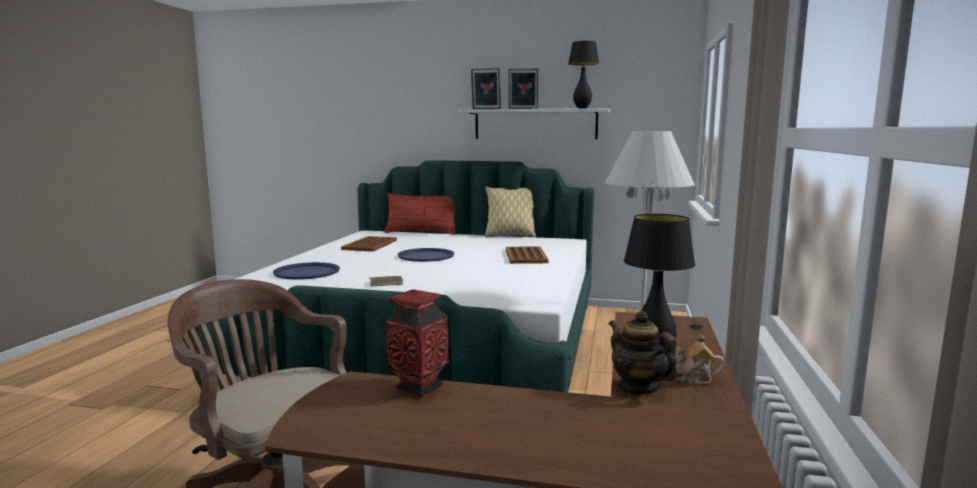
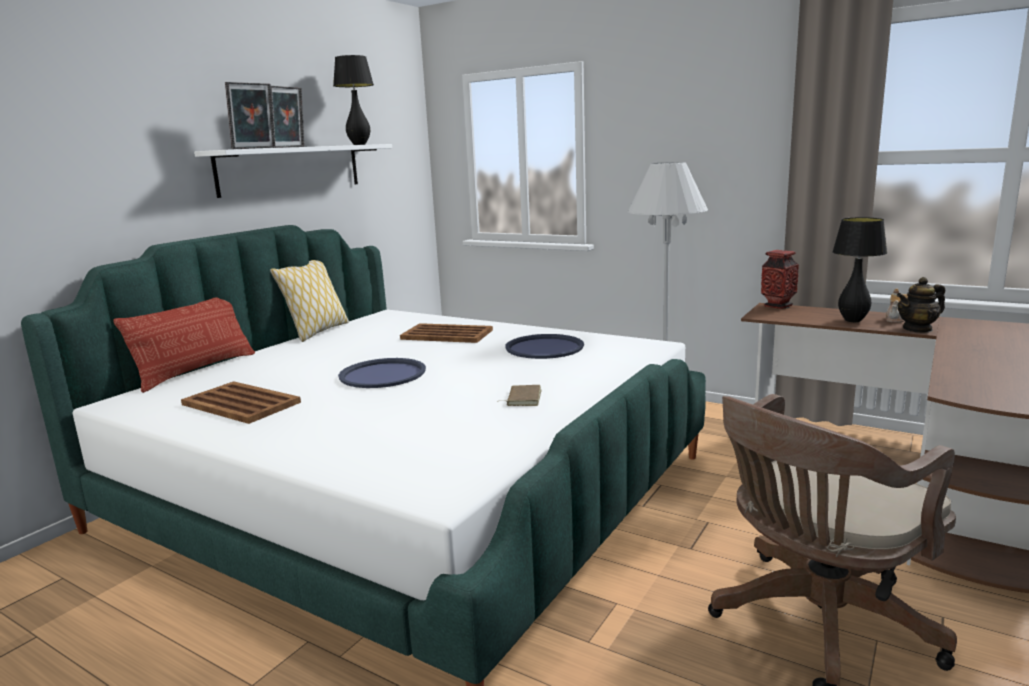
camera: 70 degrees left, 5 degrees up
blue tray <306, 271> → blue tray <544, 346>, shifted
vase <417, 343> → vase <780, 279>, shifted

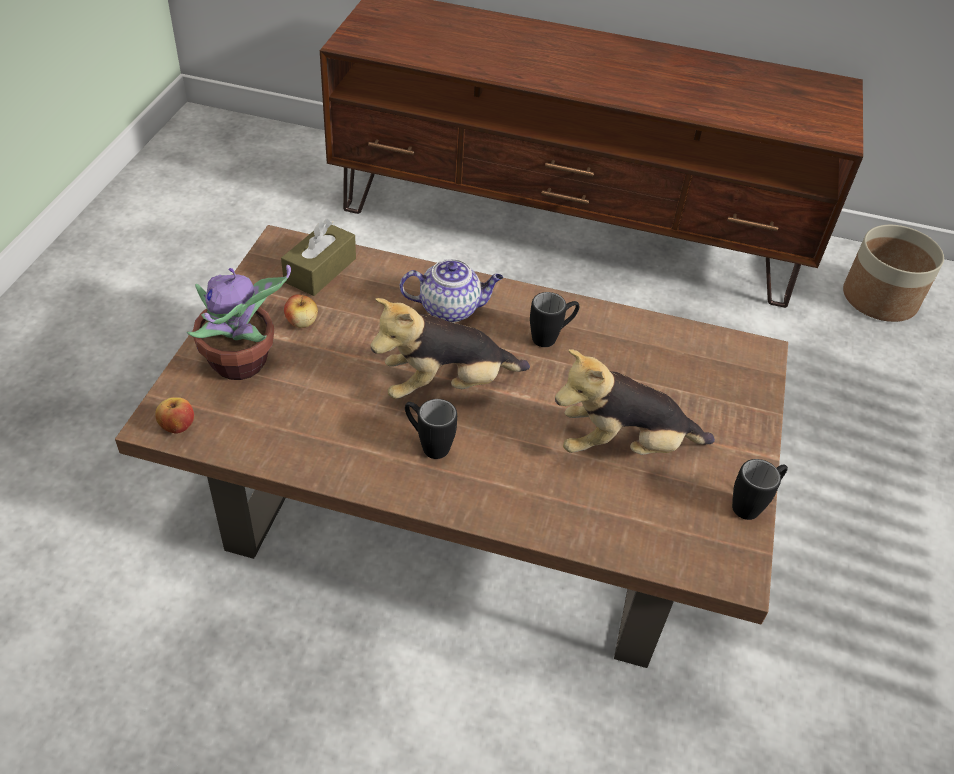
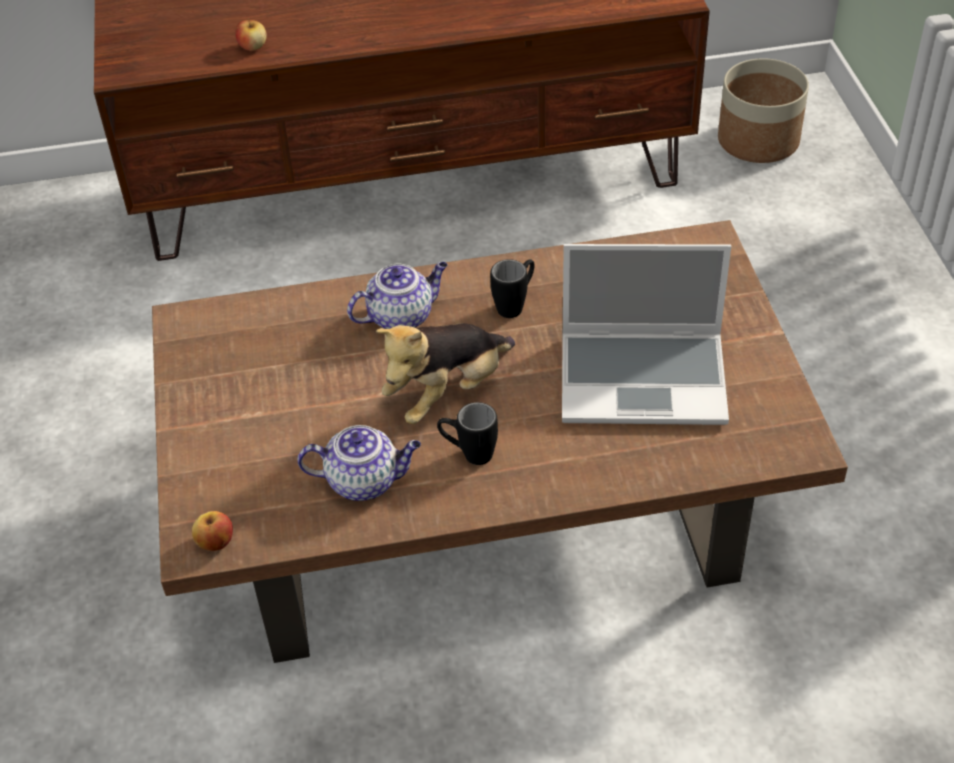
camera: 20 degrees left, 0 degrees up
apple <301, 311> → apple <251, 34>, shifted
- → teapot <359, 463>
plush toy <635, 402> → laptop <646, 334>
potted plant <239, 322> → -
brown tissue box <318, 257> → -
black mug <760, 489> → -

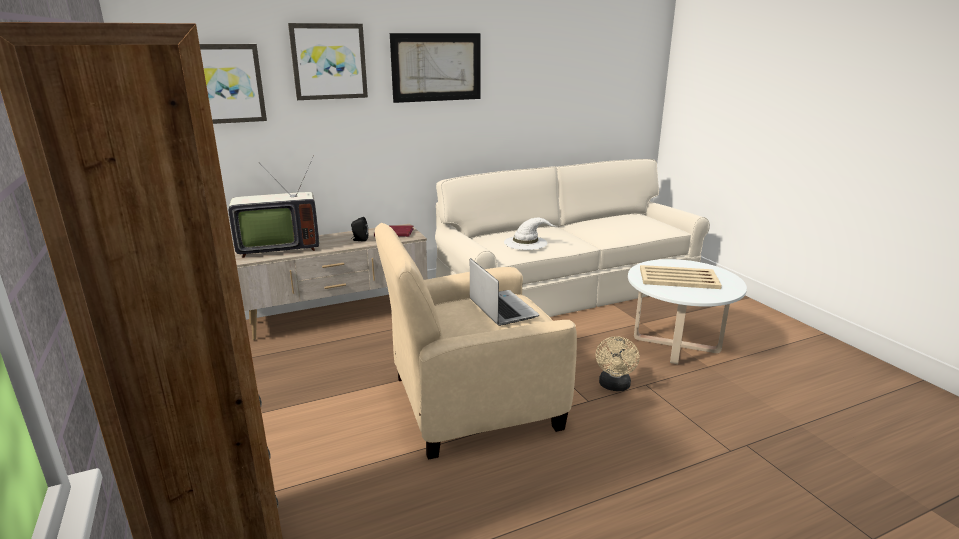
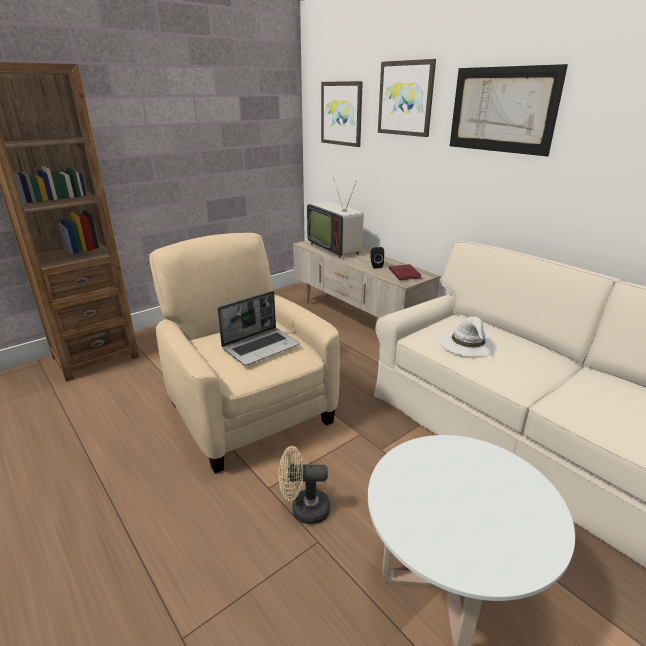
camera: 75 degrees right, 5 degrees up
beige tray <681, 277> → -

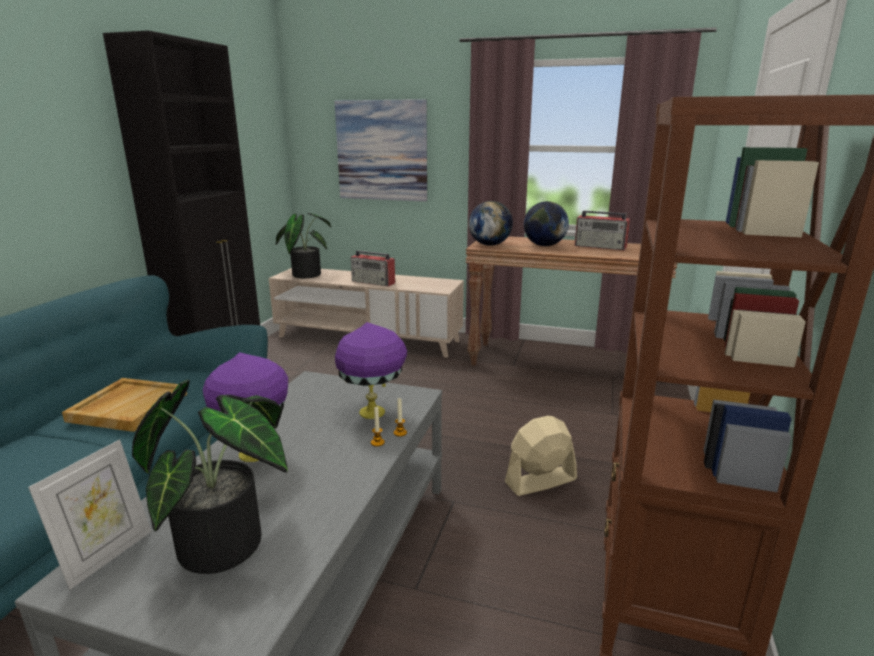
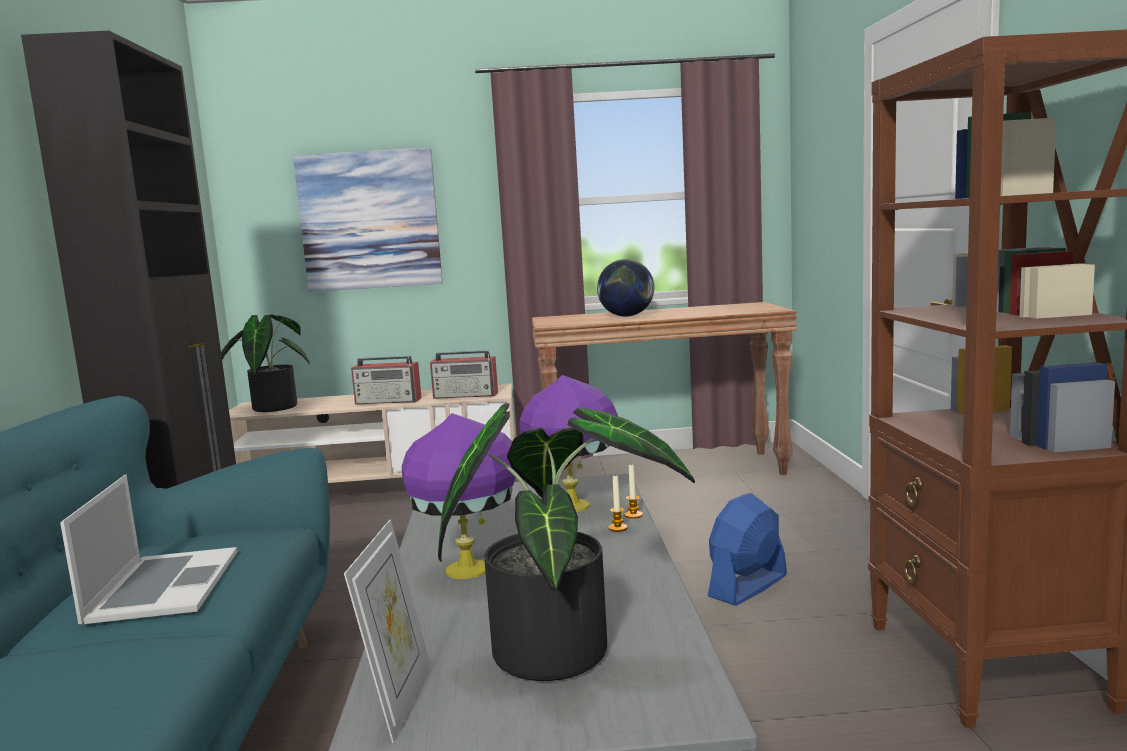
camera: 20 degrees left, 10 degrees down
beige tray <124, 405> → laptop <148, 549>
radio <602, 231> → radio <464, 374>, shifted
beige fan <541, 456> → blue fan <747, 549>
globe <491, 223> → -

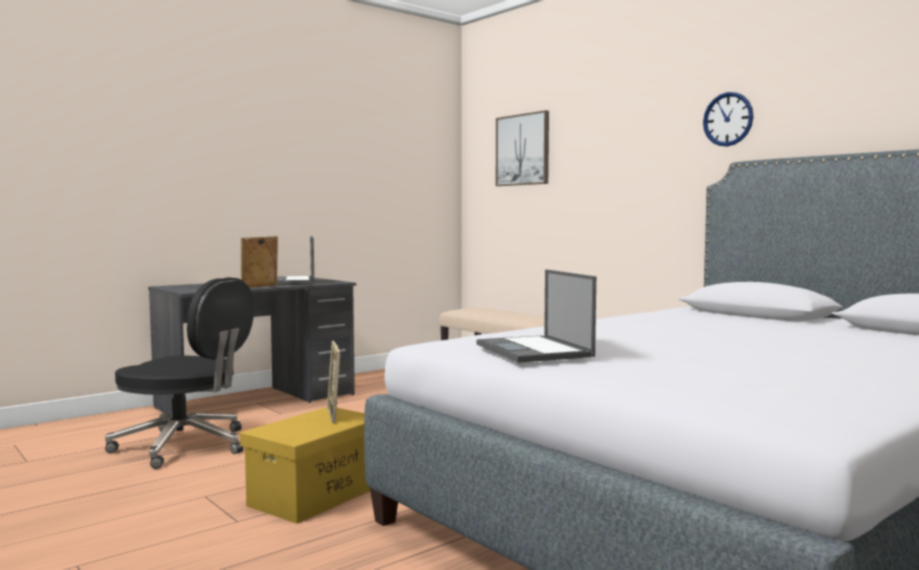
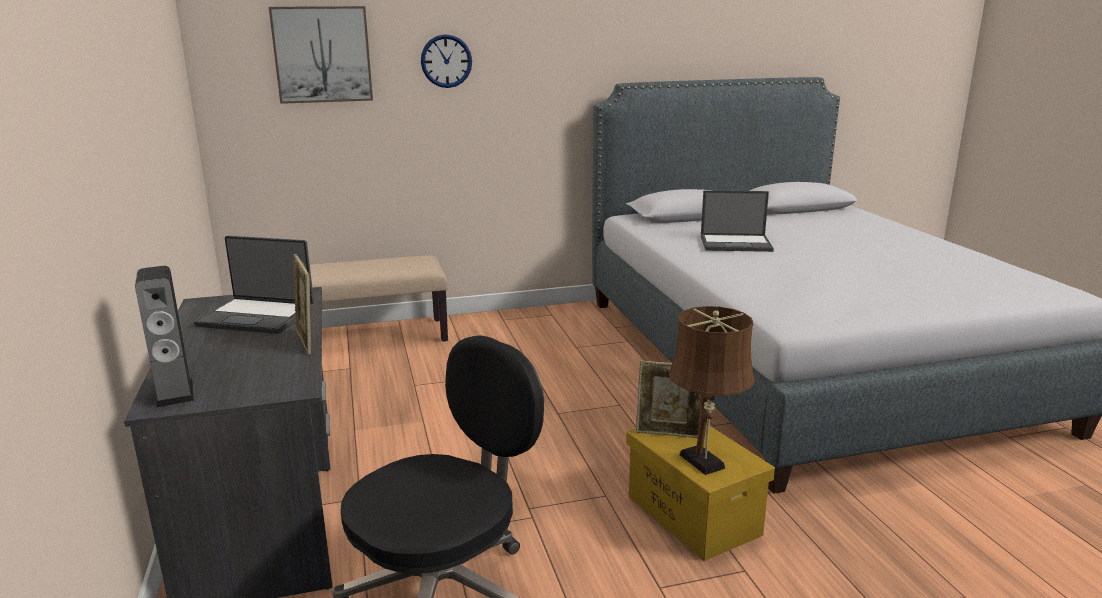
camera: 65 degrees left, 15 degrees up
- → speaker <164, 337>
wall clock <728, 119> → wall clock <446, 61>, shifted
- → brown table lamp <712, 390>
laptop <536, 316> → laptop <737, 221>, shifted

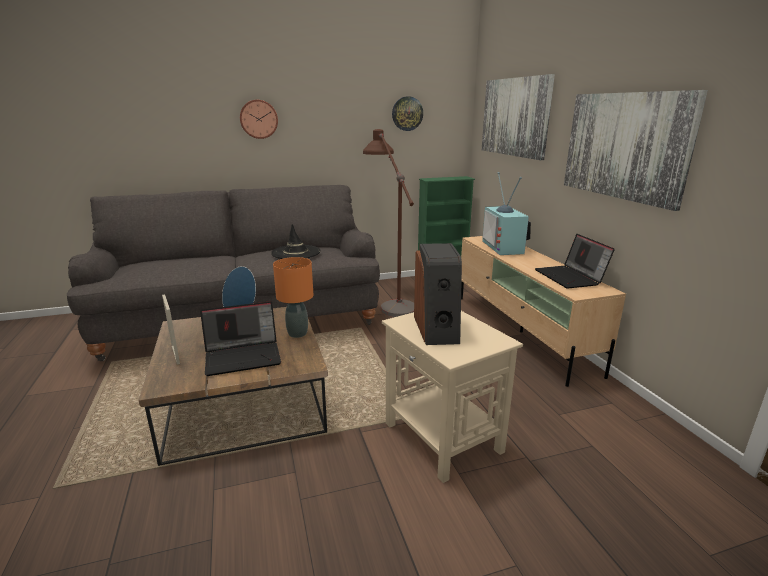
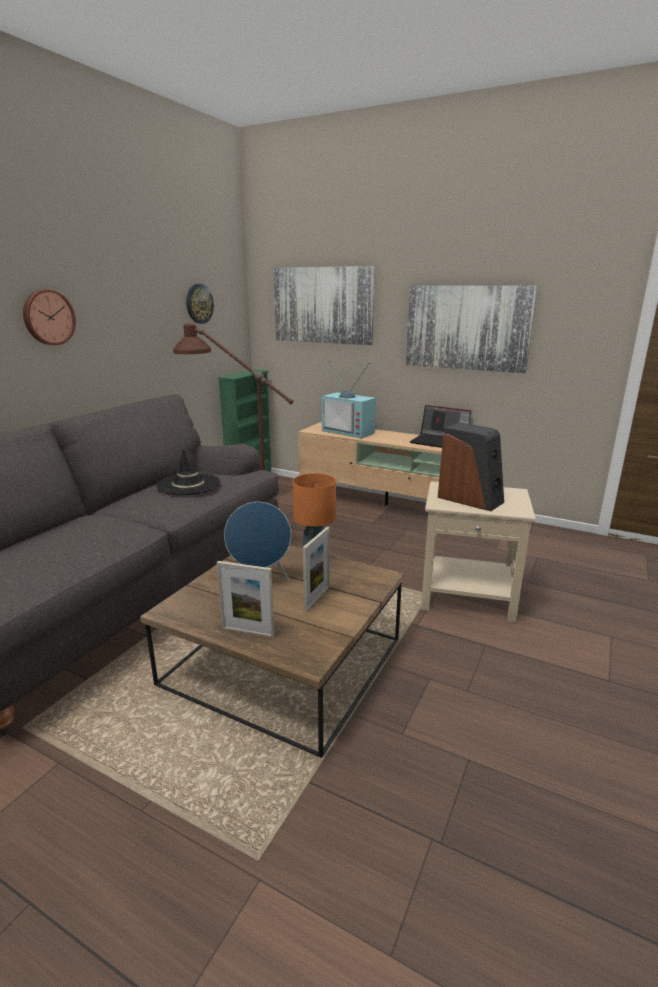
camera: 45 degrees left, 0 degrees up
laptop <240, 338> → picture frame <316, 569>

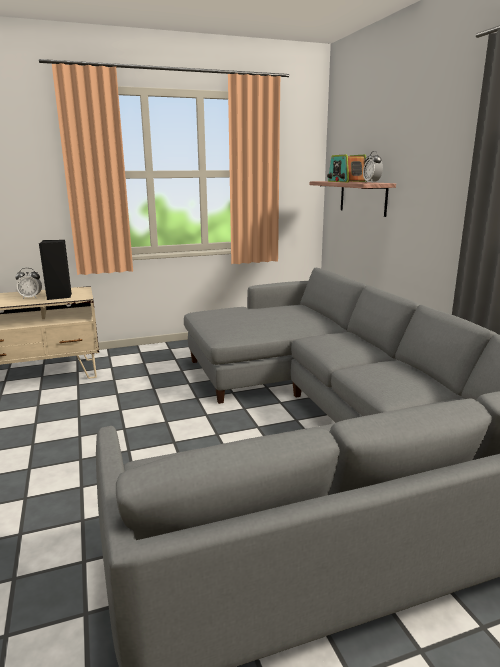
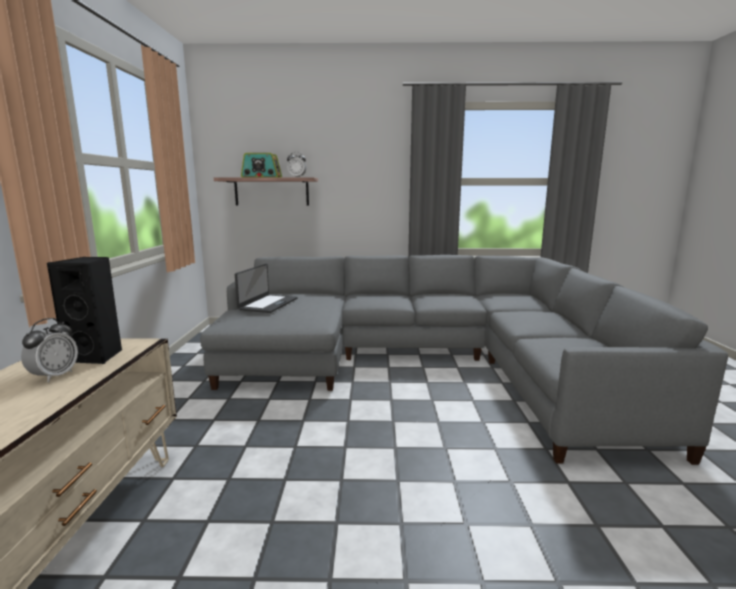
camera: 70 degrees left, 5 degrees down
- → laptop <266, 288>

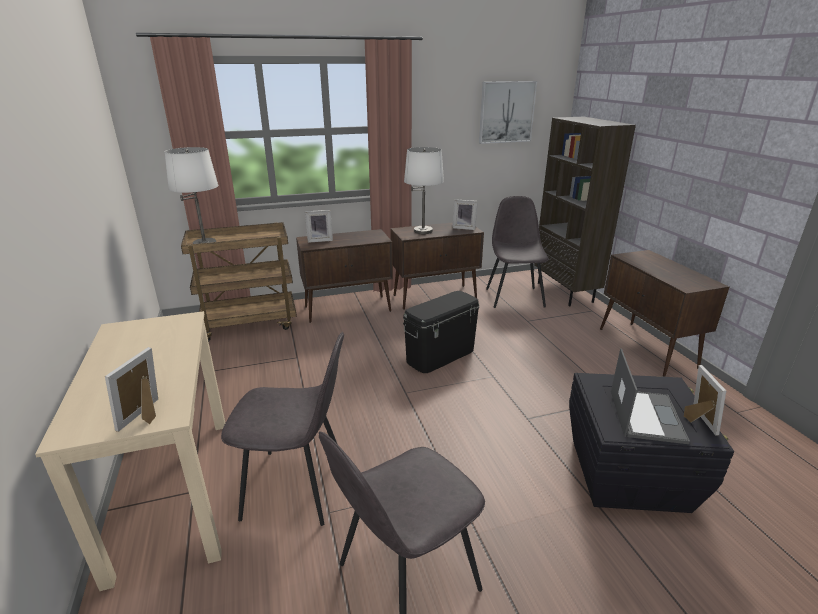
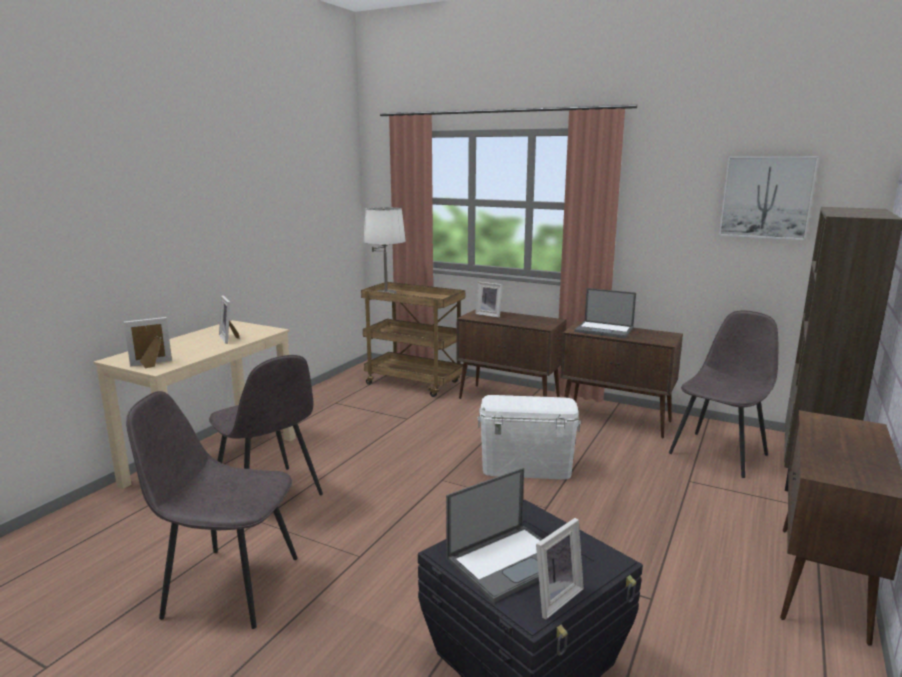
camera: 45 degrees right, 10 degrees down
picture frame <465, 214> → picture frame <229, 319>, shifted
black storage box <441, 332> → white storage box <529, 437>
white table lamp <424, 190> → laptop <605, 313>

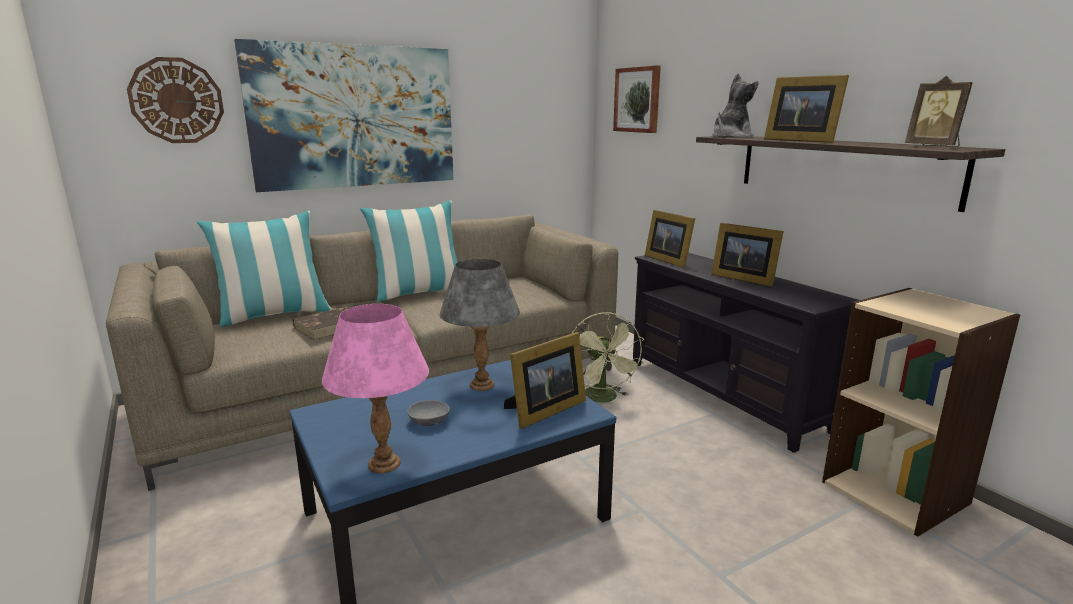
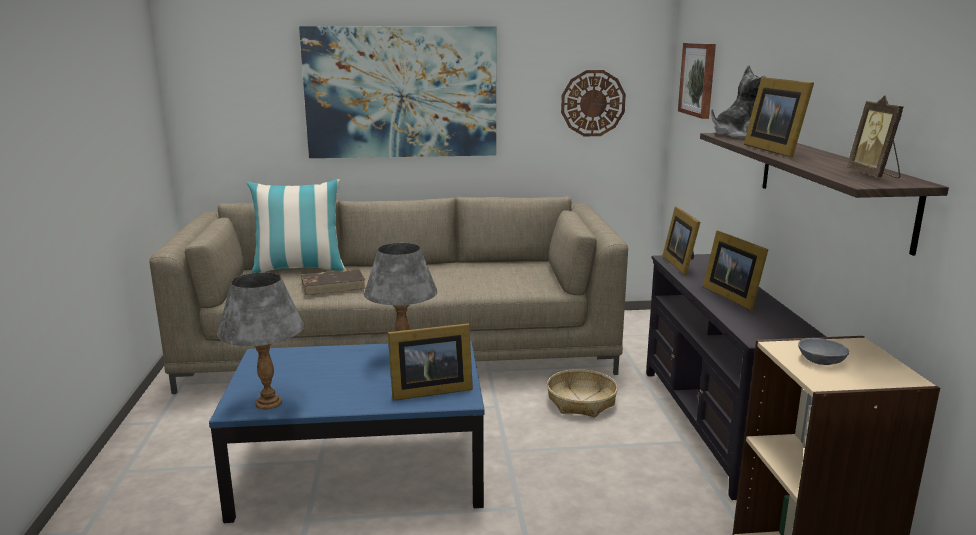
camera: 25 degrees right, 0 degrees up
pink table lamp <375, 388> → grey table lamp <260, 340>
green fan <608, 357> → basket <582, 393>
wall clock <175, 100> → wall clock <593, 103>, shifted
grey bowl <428, 413> → grey bowl <823, 351>, shifted
pillow <409, 251> → -

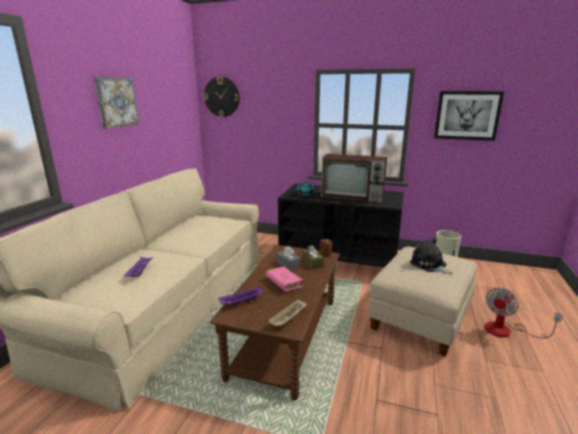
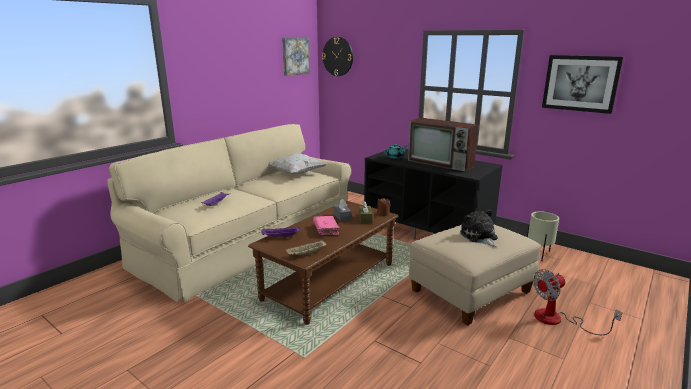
camera: 20 degrees right, 0 degrees up
- → white pillow <297, 163>
picture <116, 103> → picture <296, 57>, shifted

